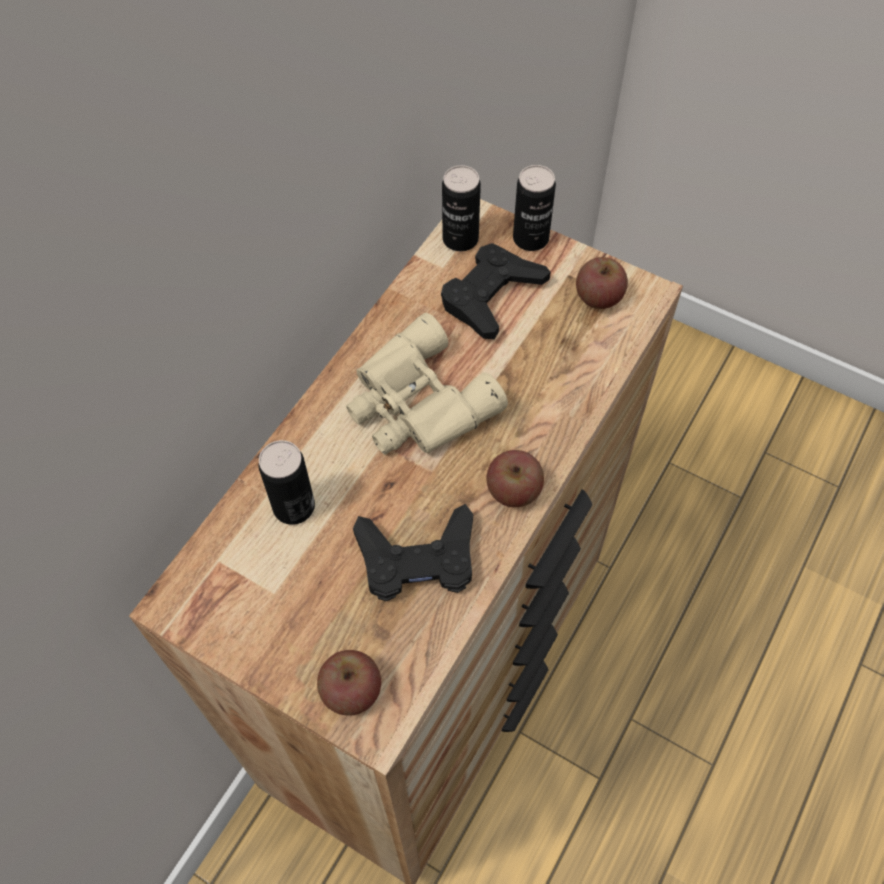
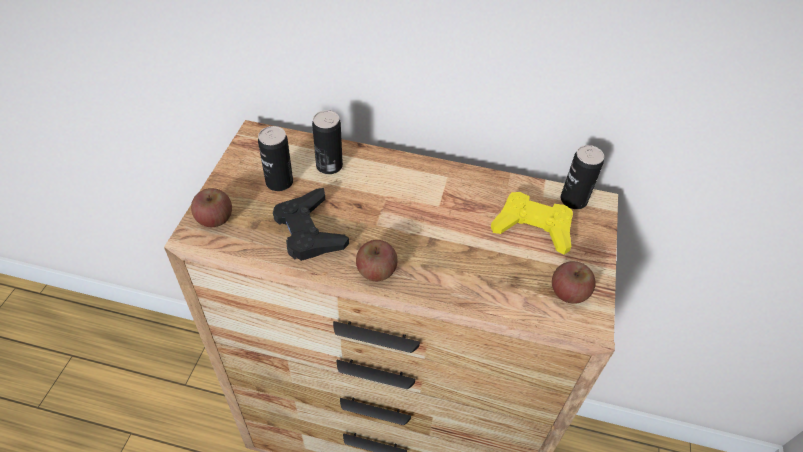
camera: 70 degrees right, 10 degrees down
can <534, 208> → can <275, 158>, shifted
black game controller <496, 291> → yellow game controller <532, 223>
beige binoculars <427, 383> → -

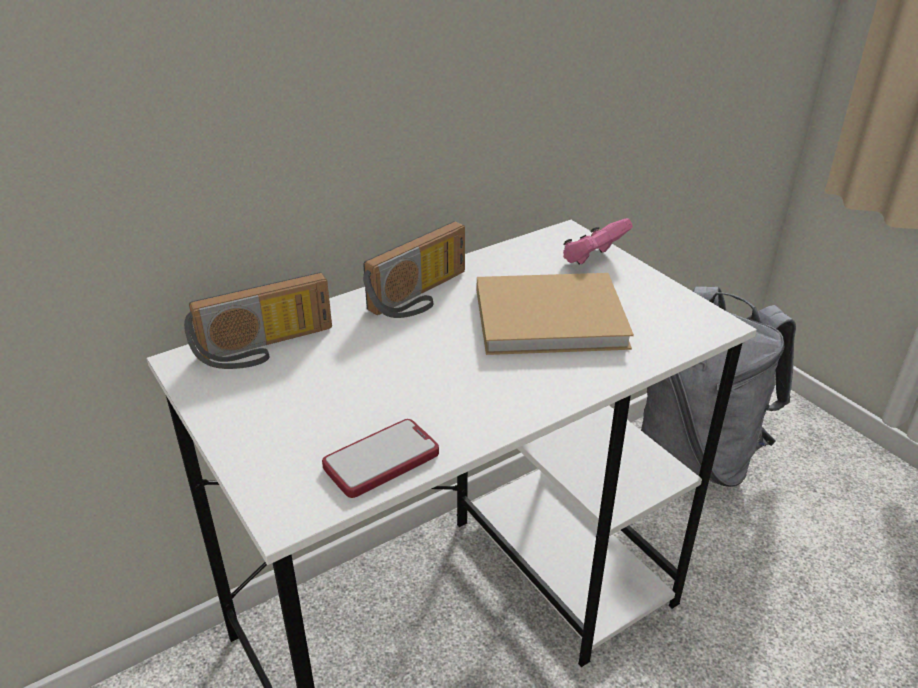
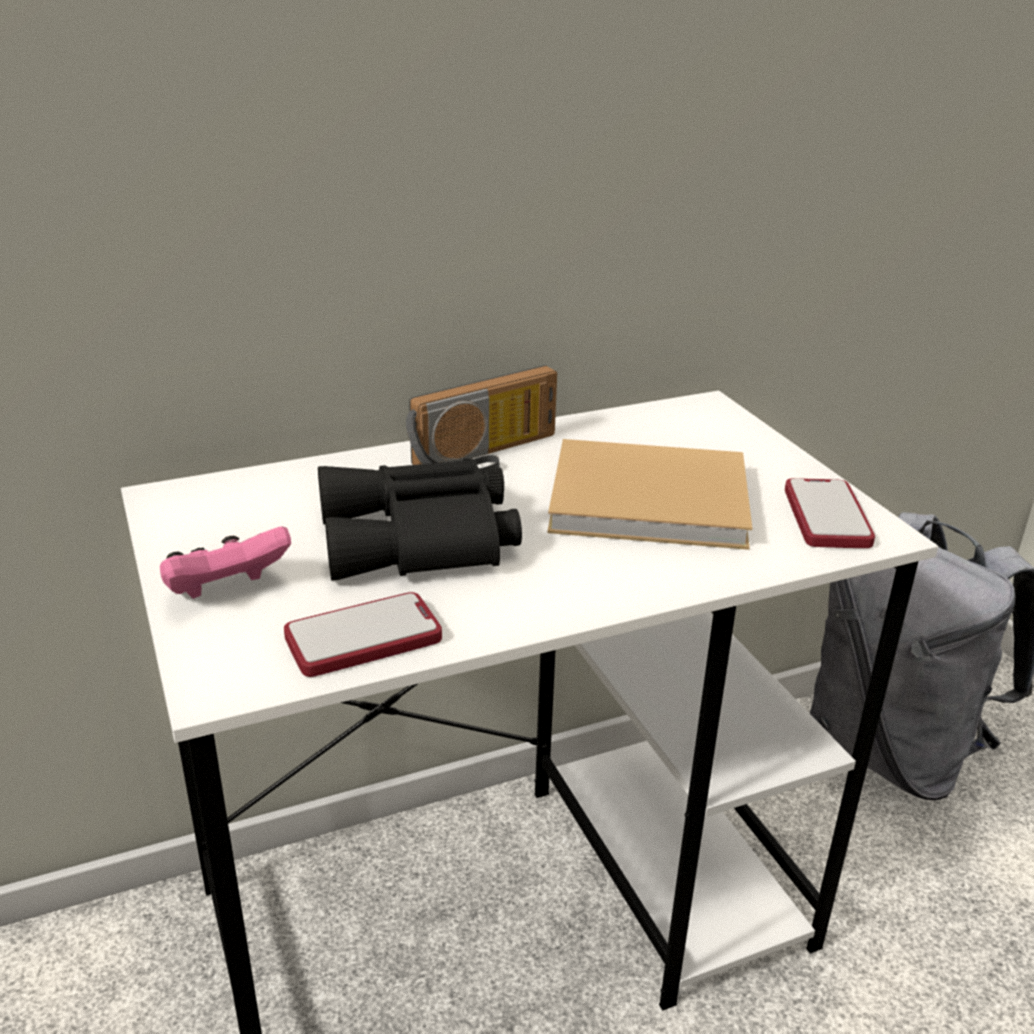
camera: 10 degrees right, 5 degrees down
pink game controller <598, 241> → pink game controller <225, 562>, shifted
- → black binoculars <420, 519>
- → phone <830, 513>
radio <258, 320> → -

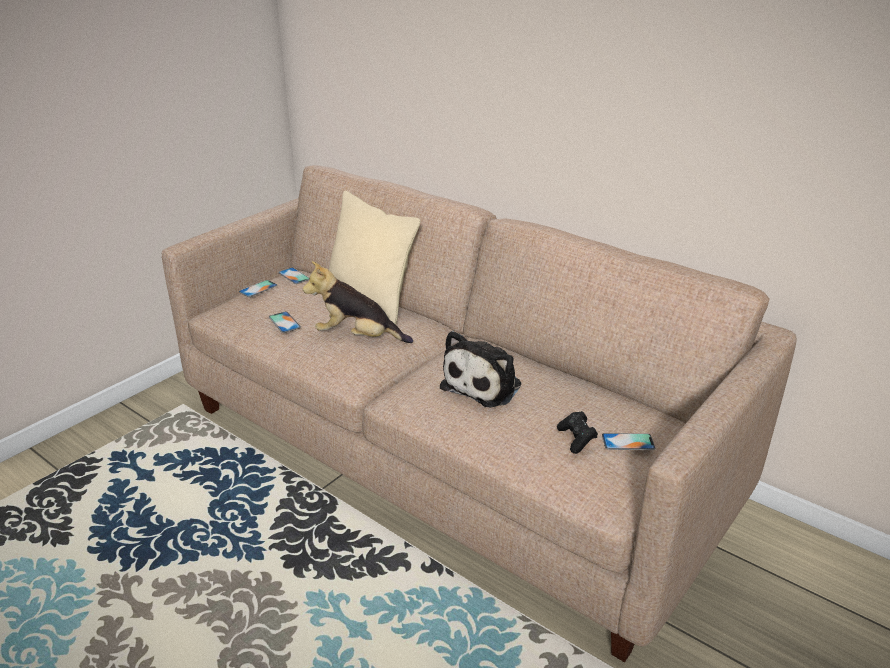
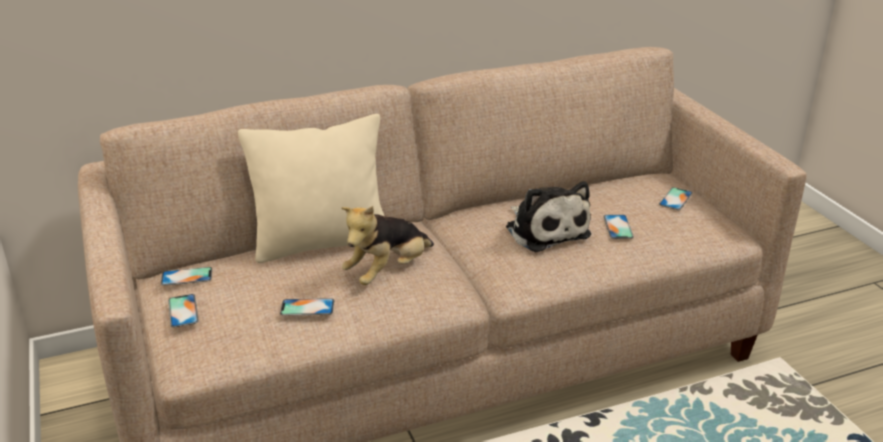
camera: 60 degrees left, 0 degrees up
- → phone <618, 227>
black game controller <577, 432> → -

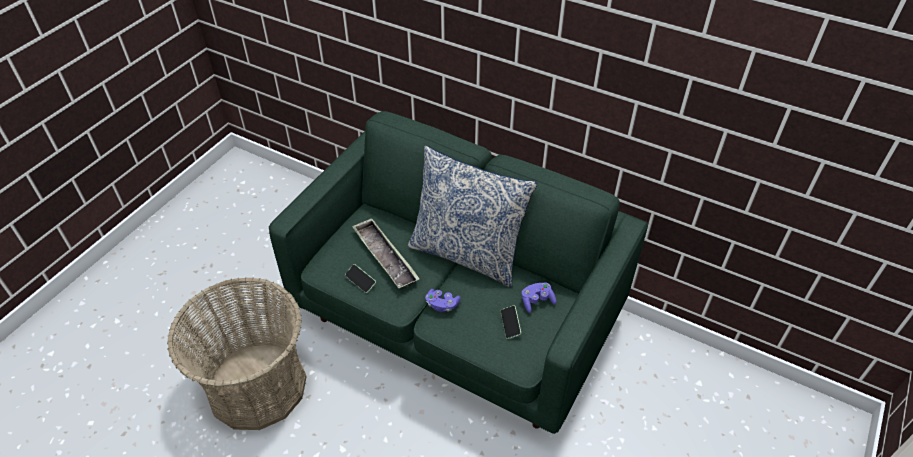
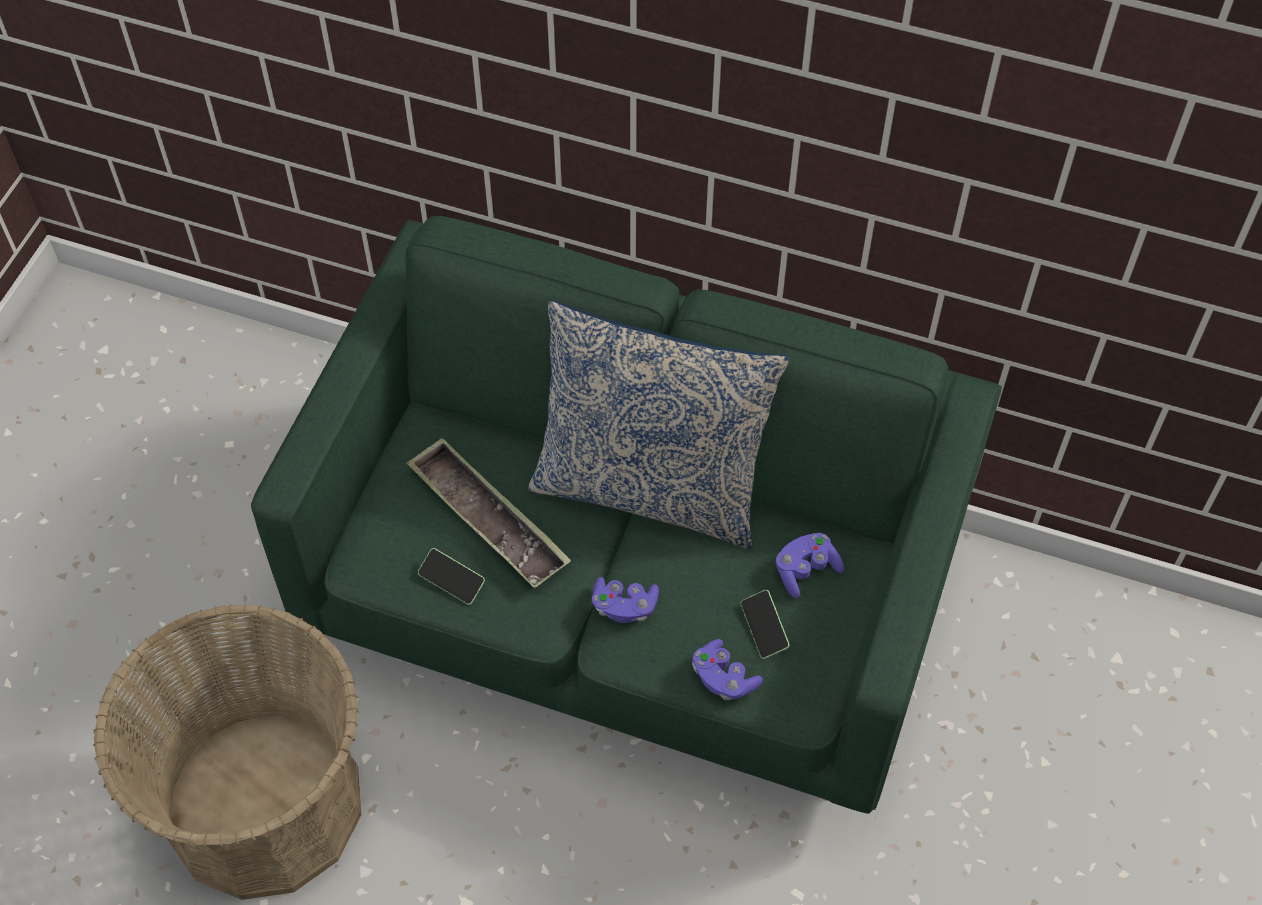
camera: 10 degrees left, 10 degrees up
- → purple game controller <727, 670>

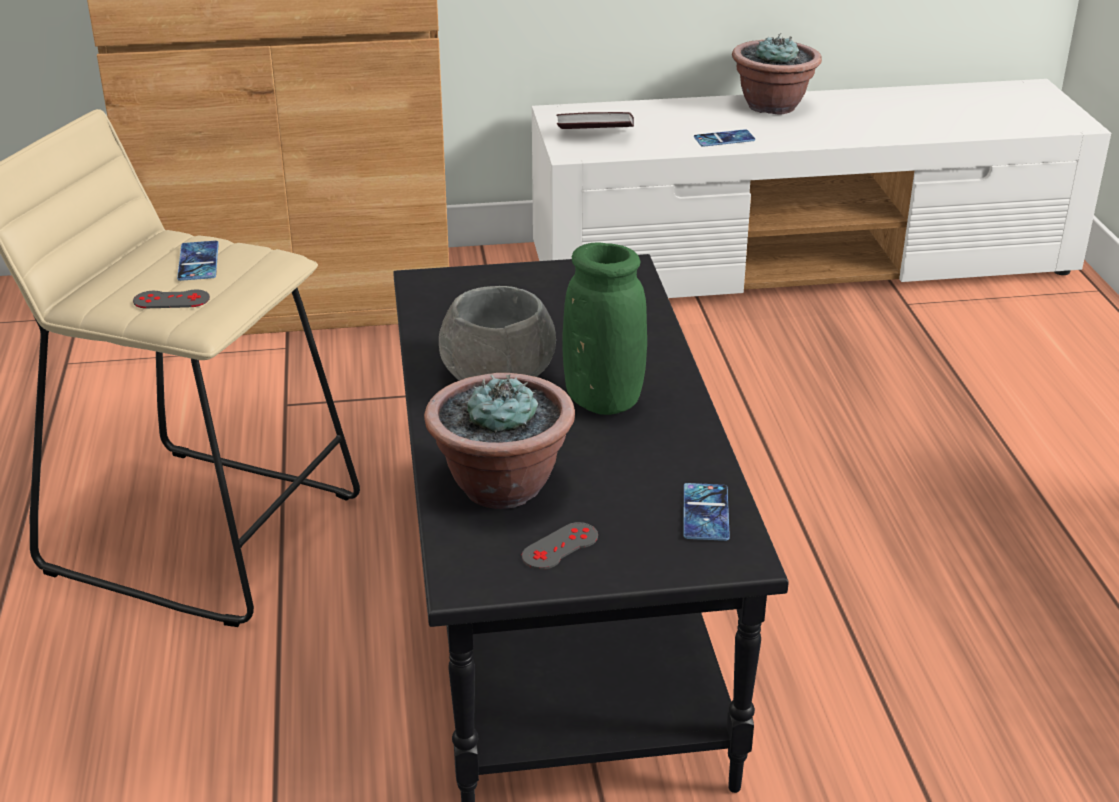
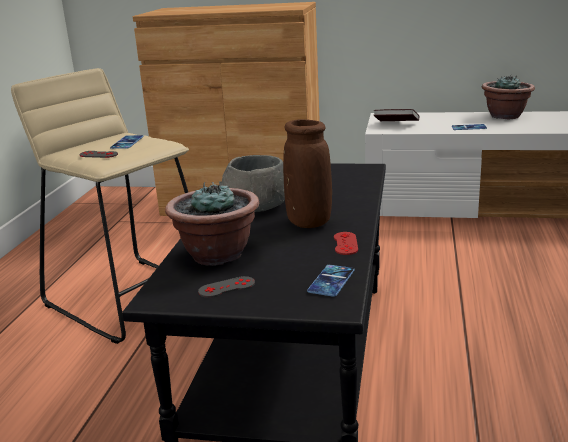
camera: 20 degrees right, 10 degrees down
green vase <604, 328> → brown vase <307, 173>
- → red game controller <346, 243>

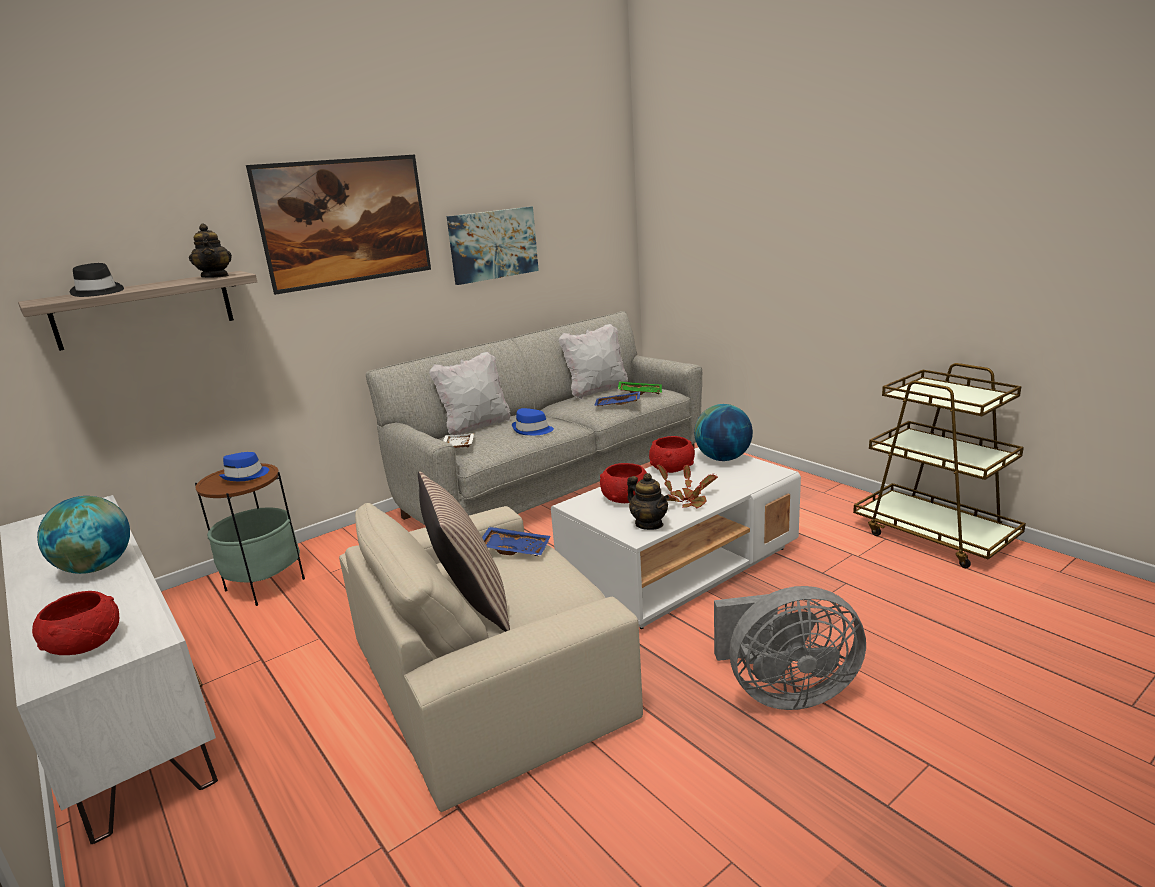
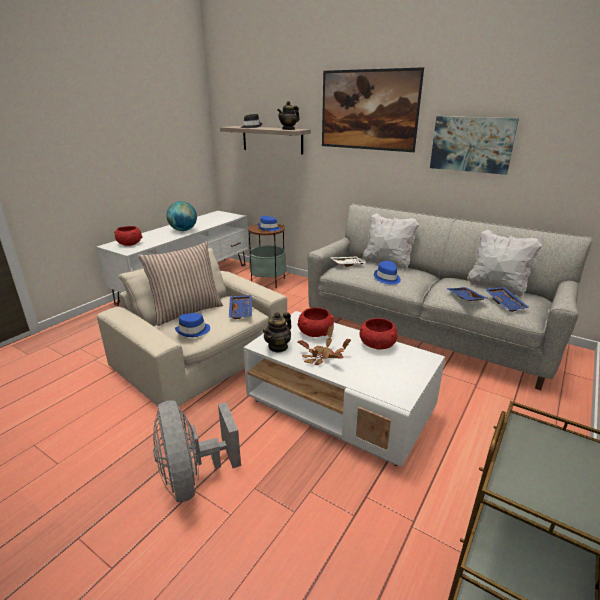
camera: 70 degrees right, 5 degrees up
- → blue hat <192, 325>
green tray <640, 388> → blue tray <507, 299>
globe <723, 432> → -

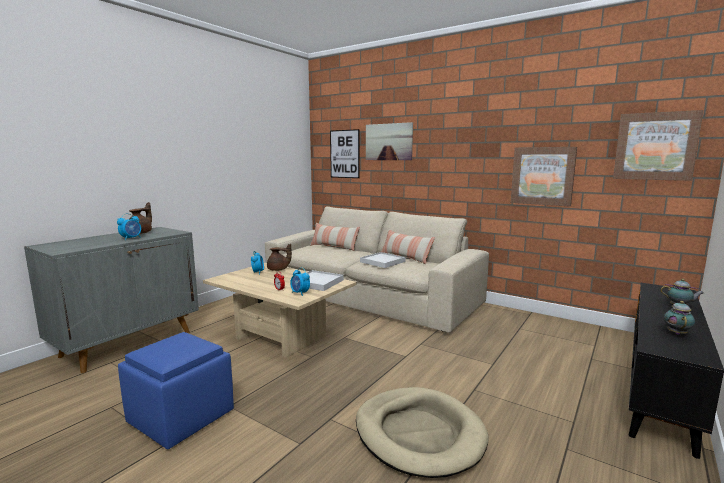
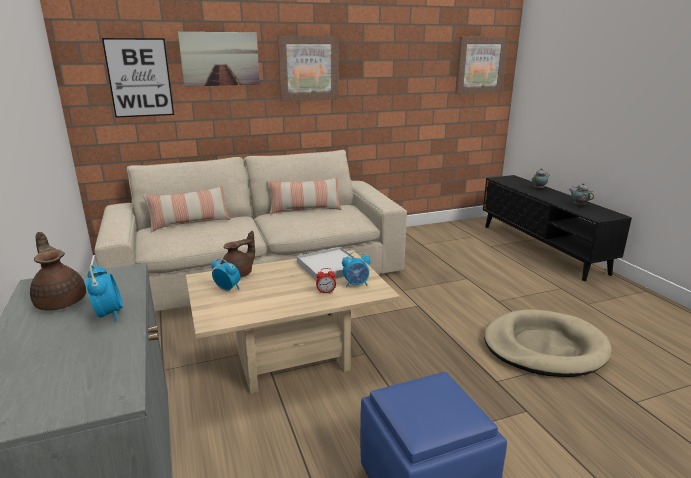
camera: 55 degrees left, 10 degrees up
picture <544, 176> → picture <308, 68>, shifted
white tray <382, 260> → -

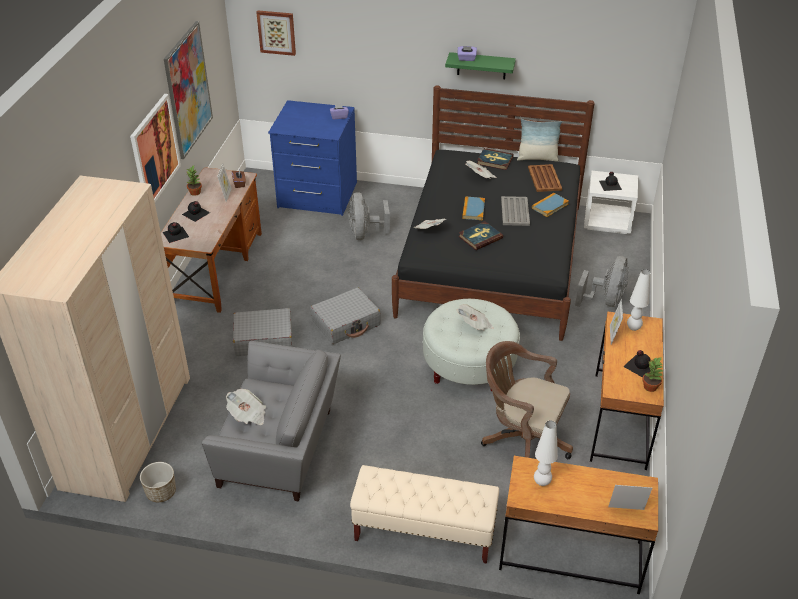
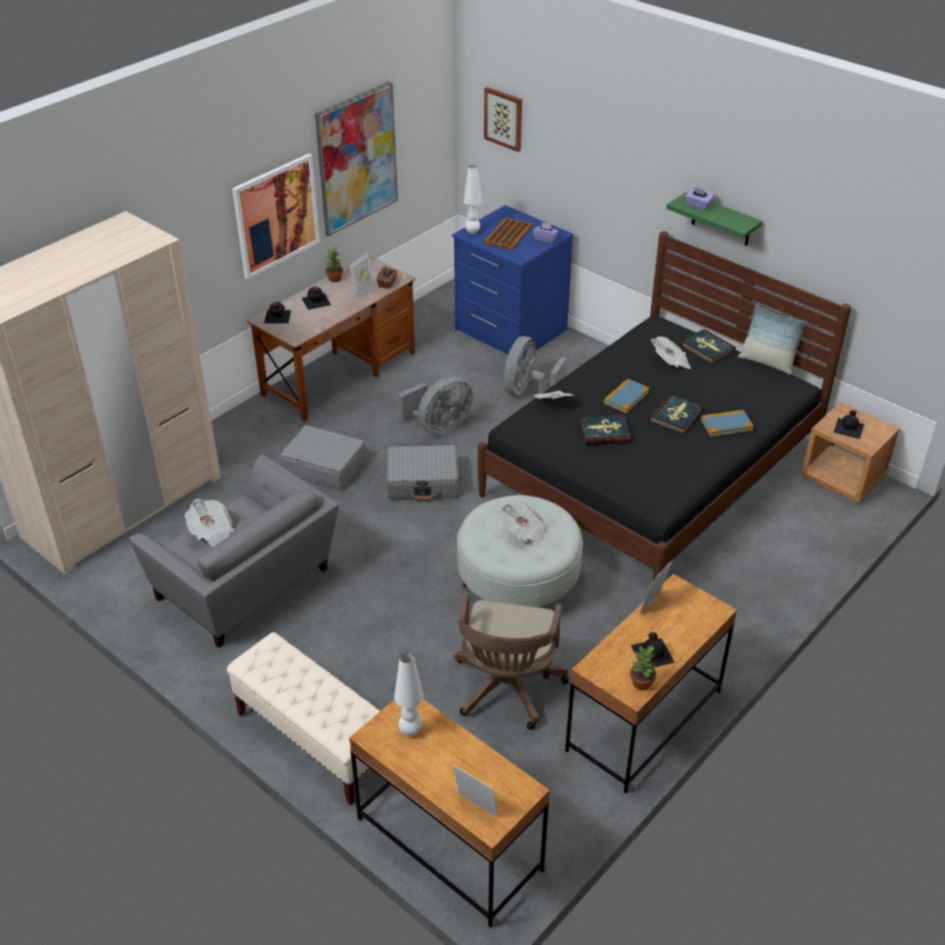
camera: 30 degrees right, 0 degrees up
grey fan <602, 281> → grey fan <435, 405>, shifted
brown office chair <527, 400> → brown office chair <511, 661>, 135 degrees counterclockwise
white table lamp <639, 300> → white table lamp <473, 199>, shifted
brown tray <545, 178> → brown tray <508, 234>, shifted
grey tray <515, 211> → book <676, 414>
white nightstand <611, 202> → brown nightstand <850, 452>
planter <158, 482> → -

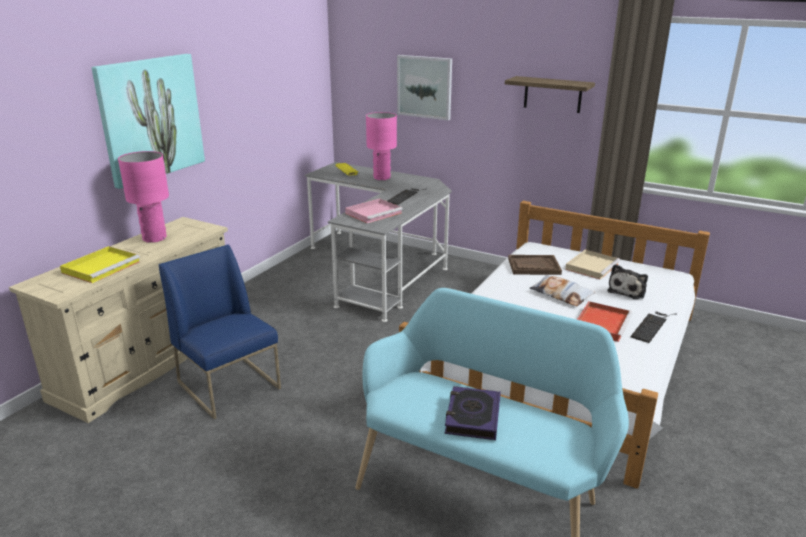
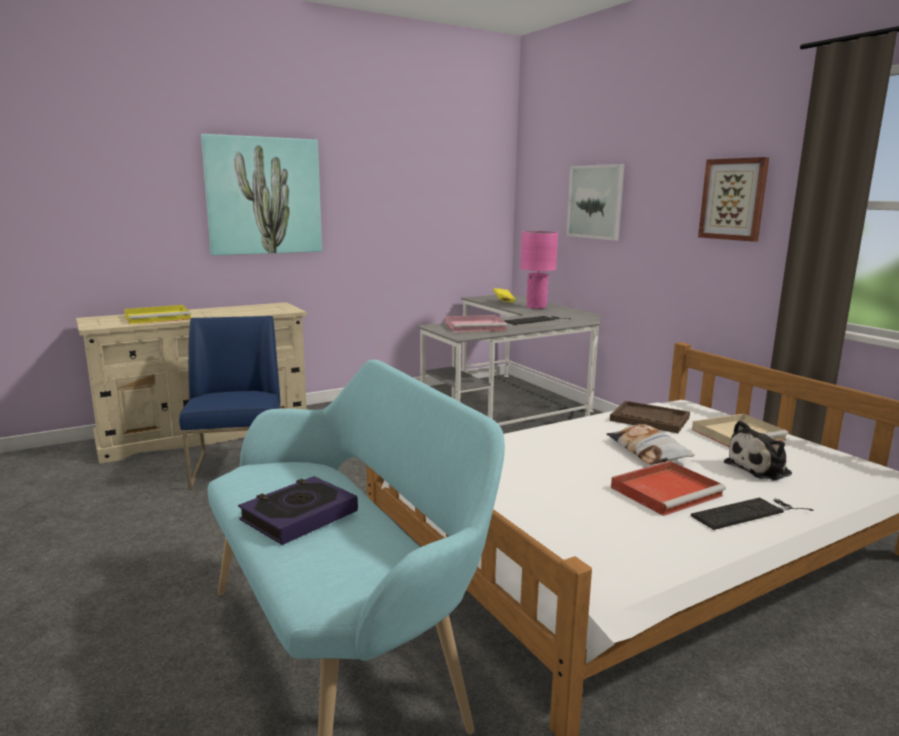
camera: 30 degrees right, 10 degrees down
shelf <550, 94> → picture <733, 199>
pink table lamp <143, 197> → -

